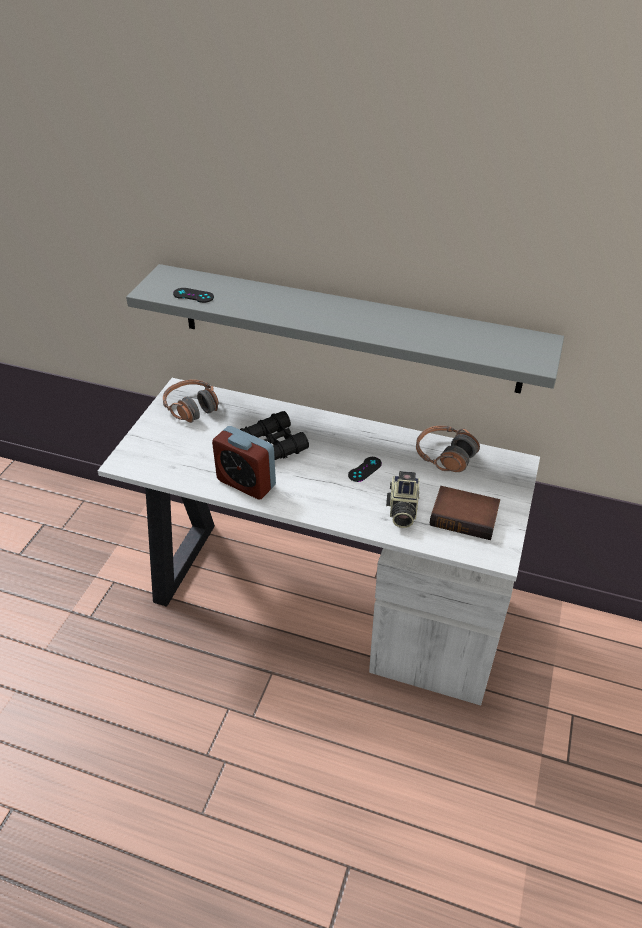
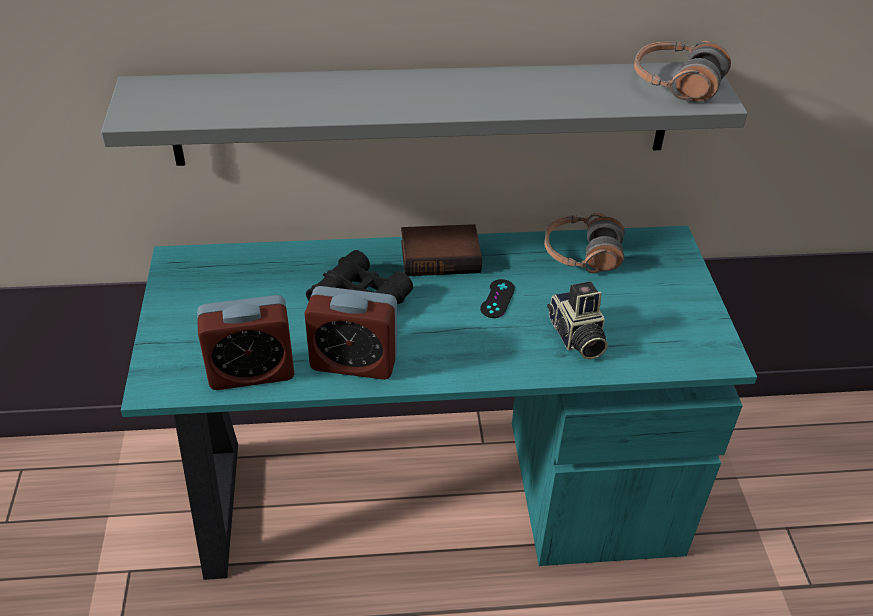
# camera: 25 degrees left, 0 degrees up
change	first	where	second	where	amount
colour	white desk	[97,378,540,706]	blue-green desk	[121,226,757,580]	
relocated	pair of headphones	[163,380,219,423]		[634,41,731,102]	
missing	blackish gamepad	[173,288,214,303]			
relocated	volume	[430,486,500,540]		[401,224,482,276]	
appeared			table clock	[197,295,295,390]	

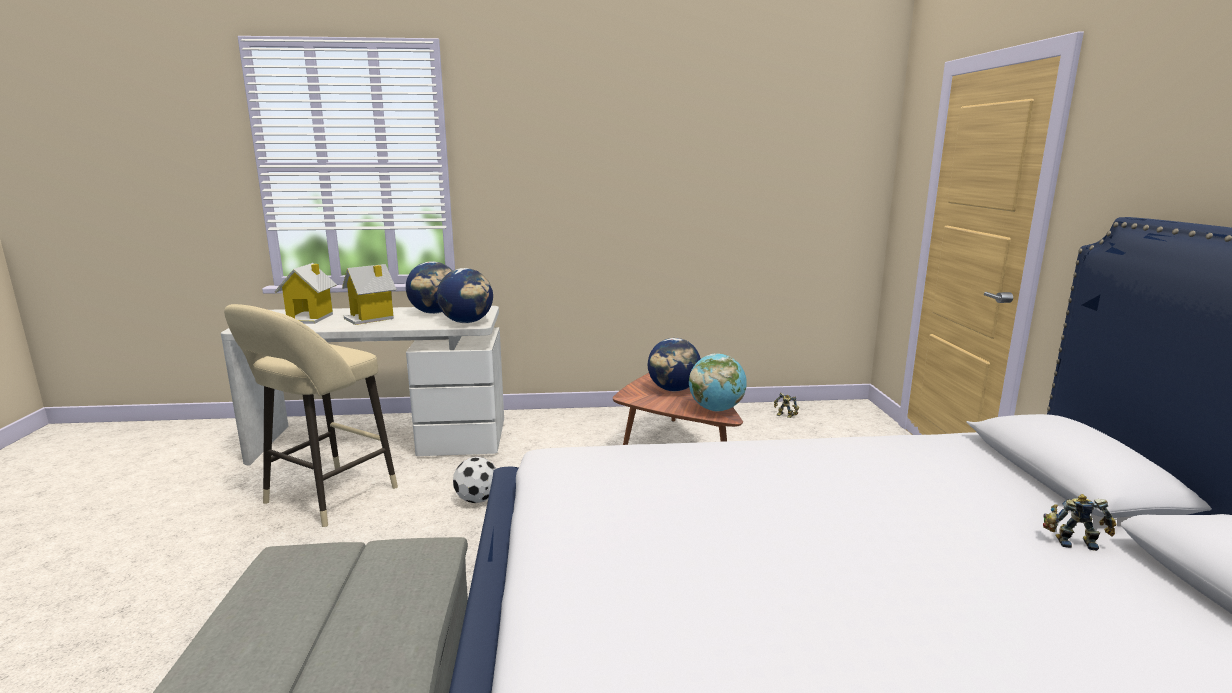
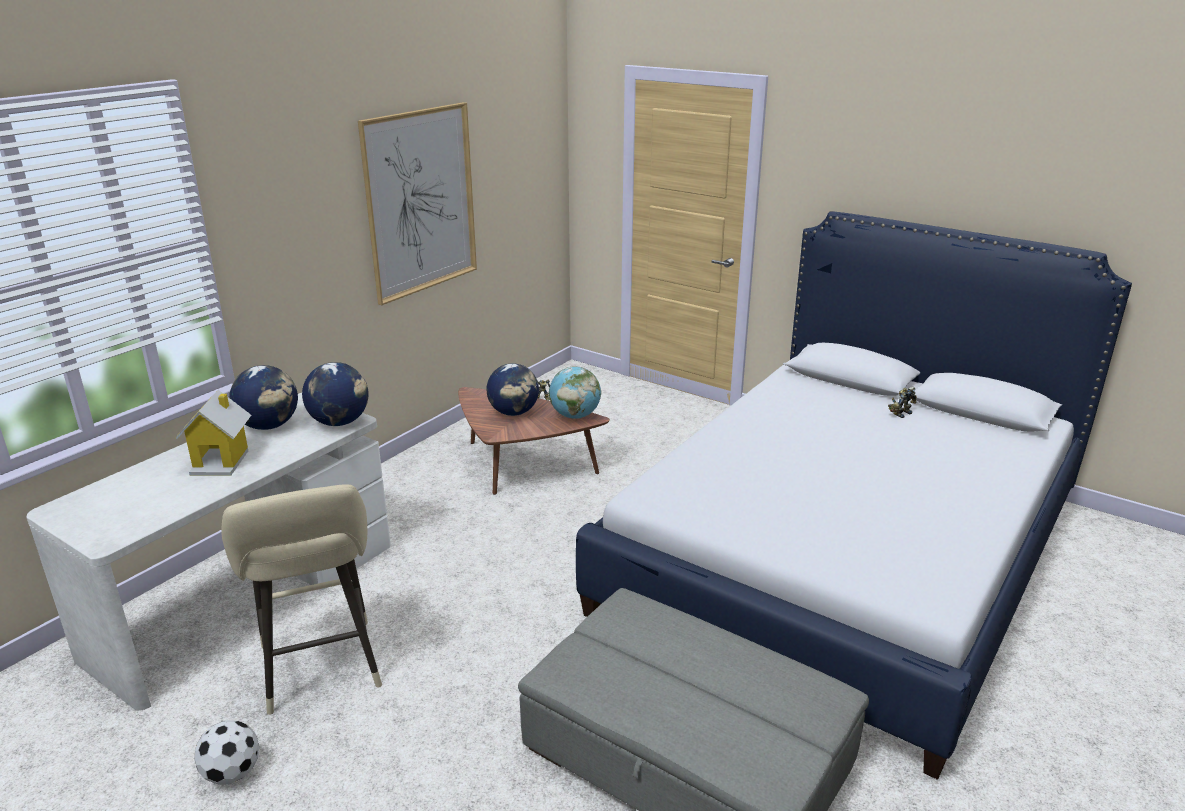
# camera: 50 degrees left, 10 degrees up
change	first	where	second	where	amount
missing	toy house	[274,263,337,324]			
relocated	football	[453,457,496,503]		[194,720,259,785]	
appeared			picture	[358,102,477,305]	

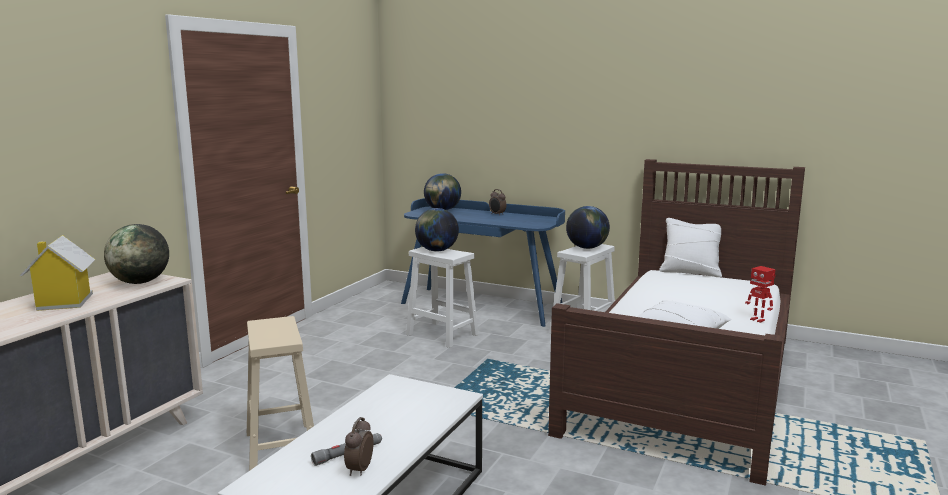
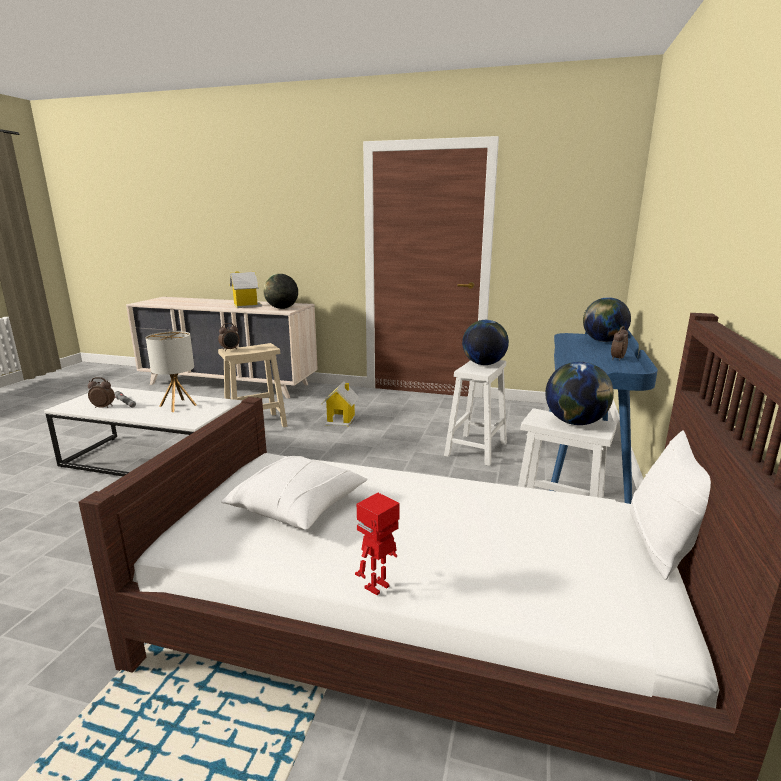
# camera: 80 degrees right, 5 degrees up
change	first	where	second	where	amount
appeared			table lamp	[146,331,196,412]	
appeared			table clock	[218,323,240,351]	
appeared			toy house	[321,381,359,427]	

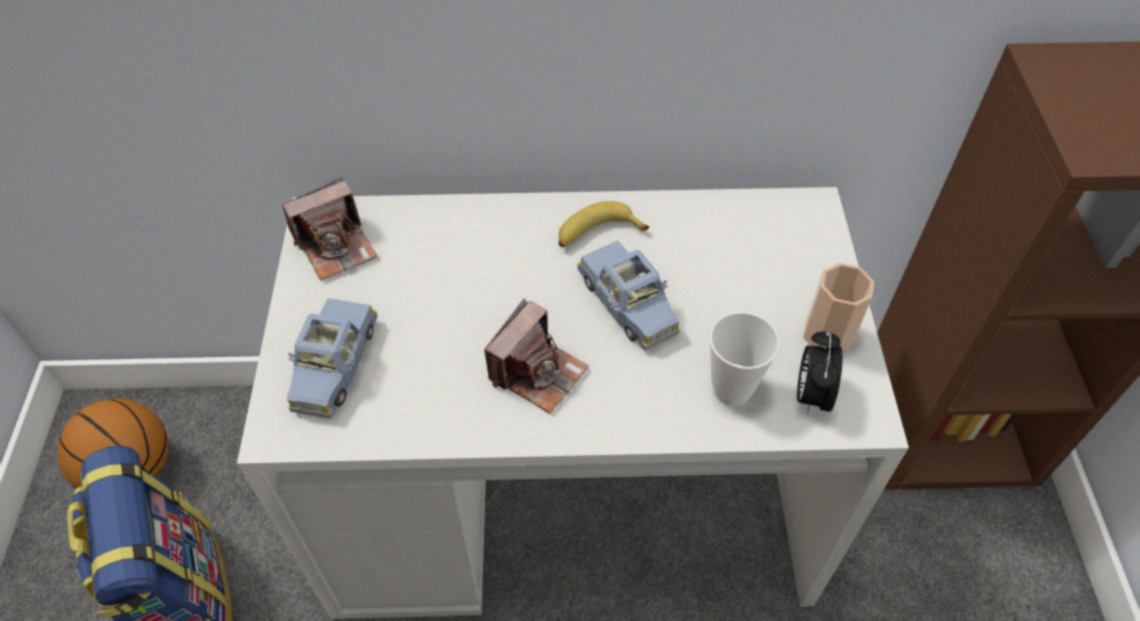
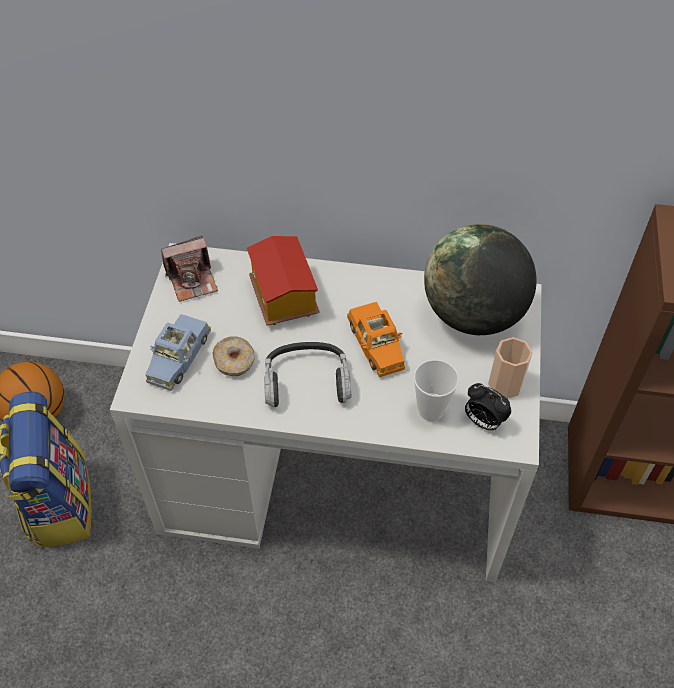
# camera: 10 degrees right, 0 degrees up
change	first	where	second	where	amount
exchanged	photo camera	[484,298,589,414]	pair of headphones	[264,342,351,407]	
missing	whole banana	[559,201,649,247]			
colour	blue-coloured miniature car	[577,241,679,351]	orange-coloured miniature car	[347,302,405,377]	
spun	table clock	[797,331,843,414]		[465,383,511,431]	75 degrees counterclockwise
appeared			donut	[213,336,255,376]	
appeared			toy house	[247,236,319,326]	
appeared			world globe	[424,224,537,335]	

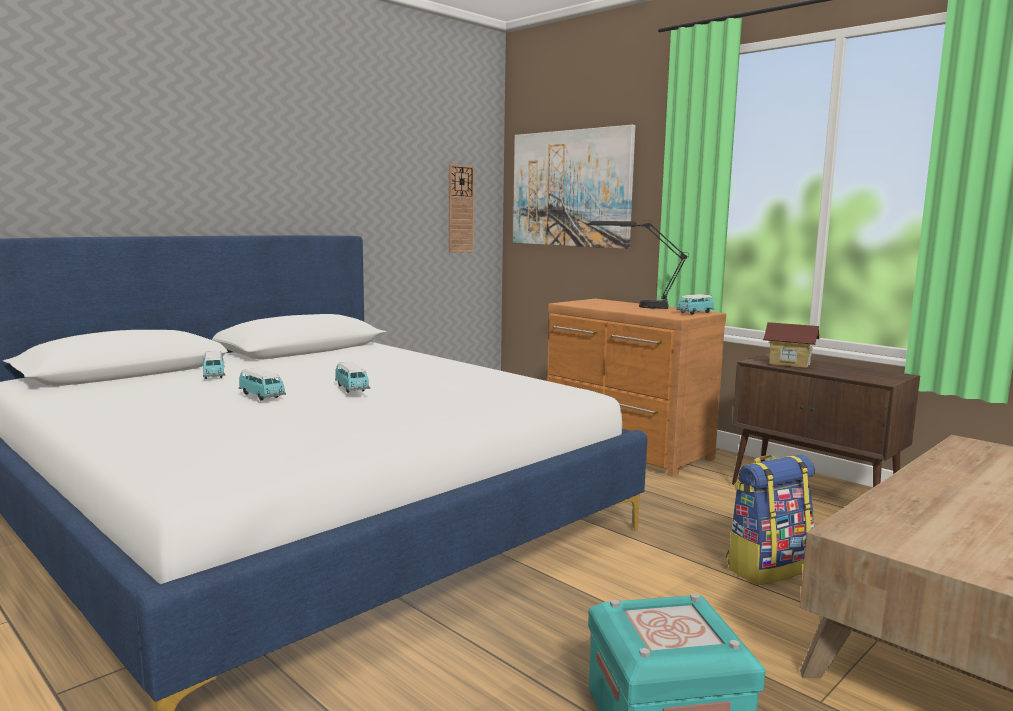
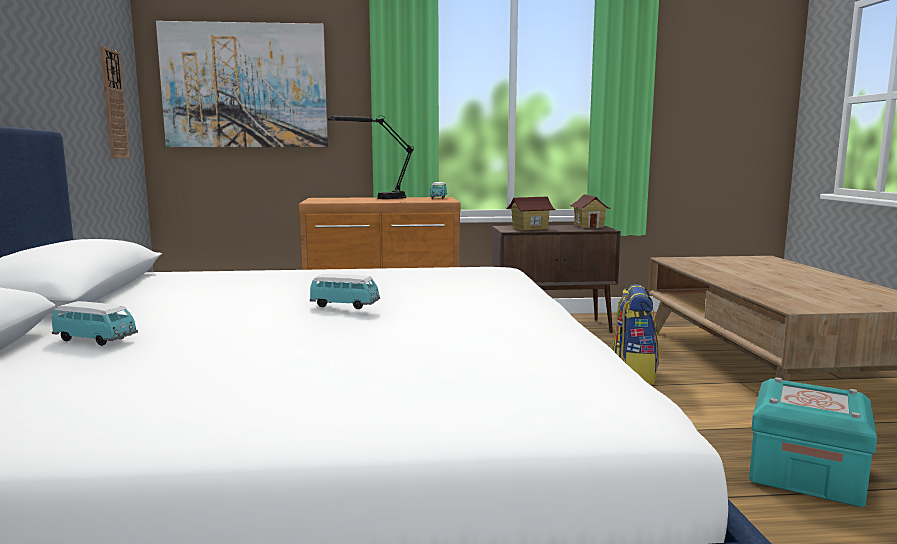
# camera: 50 degrees left, 0 degrees up
change	first	where	second	where	amount
missing	miniature car	[239,368,286,401]			
appeared			toy house	[569,194,611,228]	

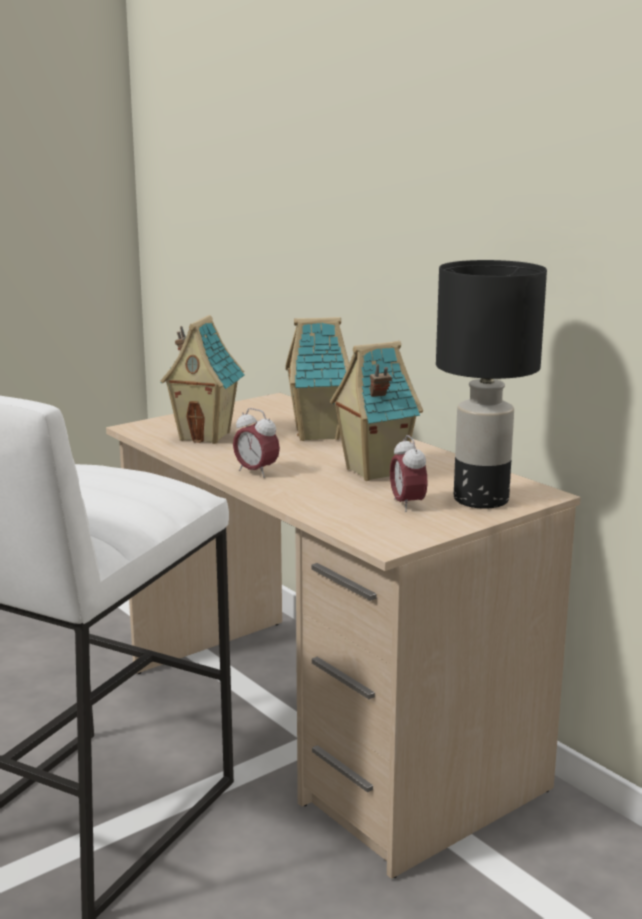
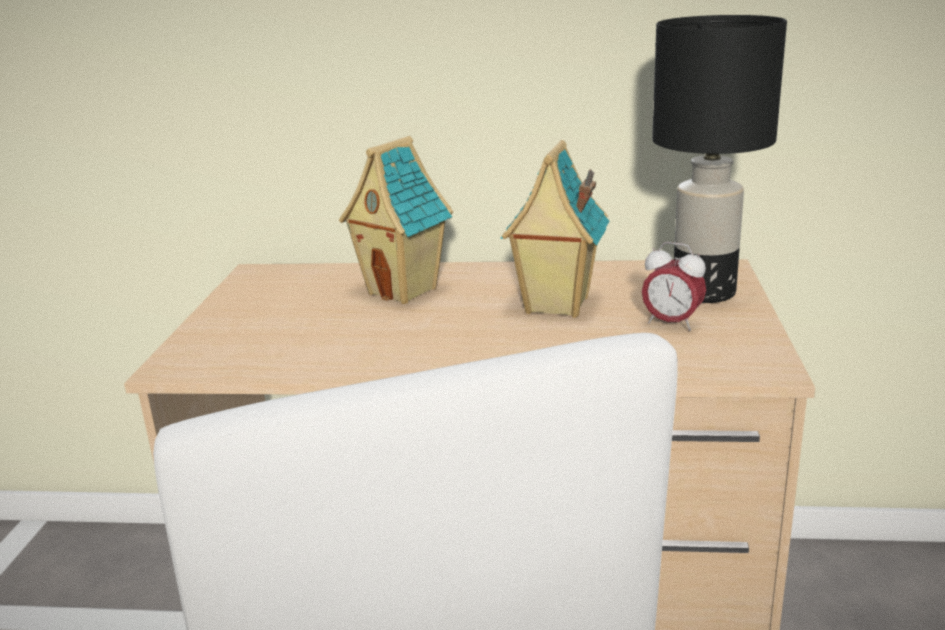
# camera: 45 degrees left, 5 degrees up
change	first	where	second	where	amount
missing	toy house	[160,315,245,444]			
missing	table clock	[233,408,280,478]			

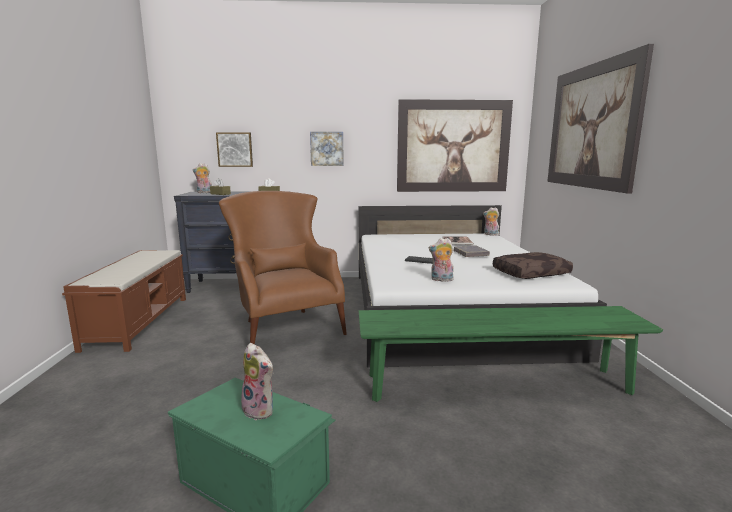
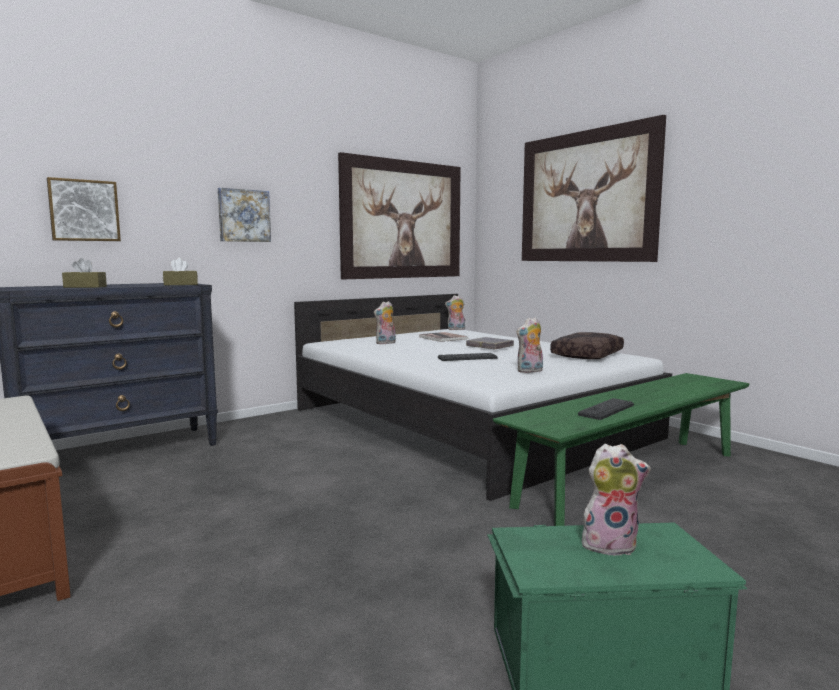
# camera: 35 degrees left, 5 degrees down
change	first	where	second	where	amount
relocated	cuddly toy	[193,163,212,193]		[374,301,396,344]	
missing	brown lounge chair	[219,191,347,345]			
appeared			PC keyboard	[578,398,634,420]	

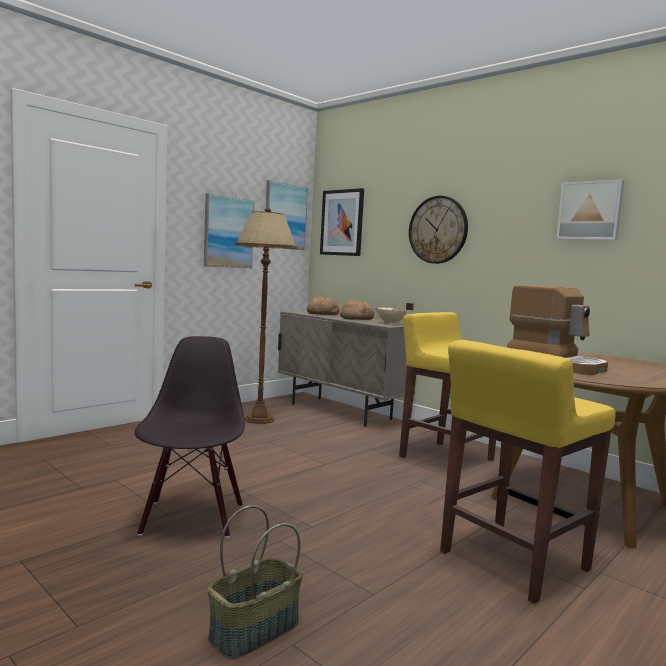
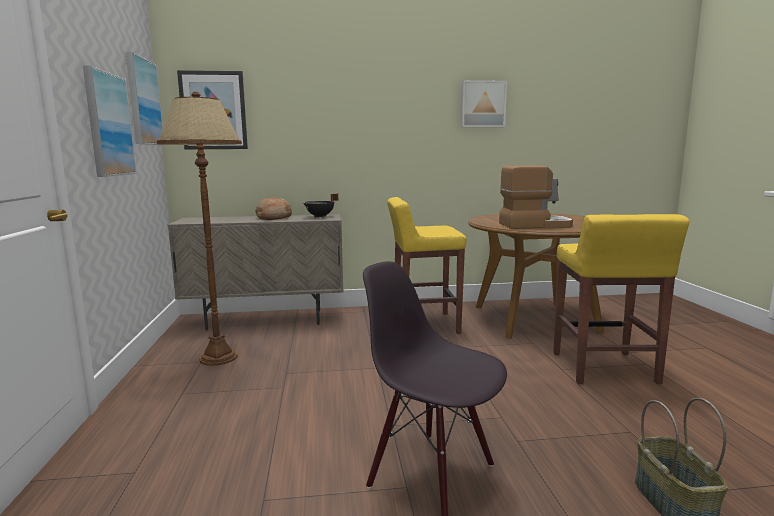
# camera: 50 degrees left, 5 degrees up
change	first	where	second	where	amount
missing	bakery bread	[307,296,340,315]			
colour	sand-coloured stockpot	[374,303,414,324]	blackish stockpot	[303,193,338,218]	
missing	hanging clock	[409,196,468,264]			

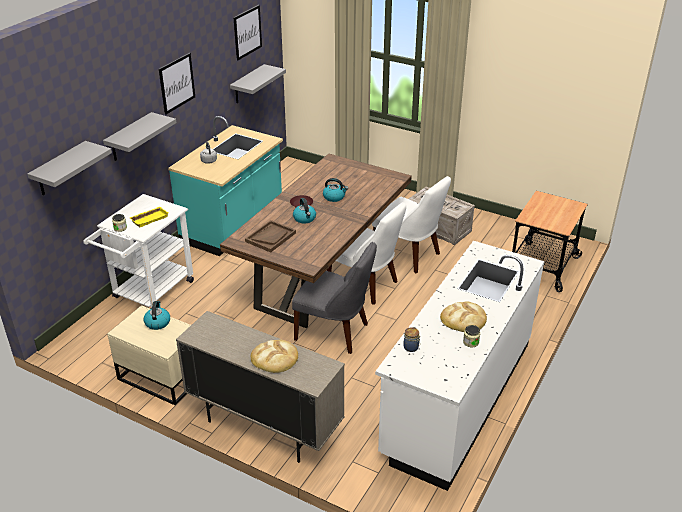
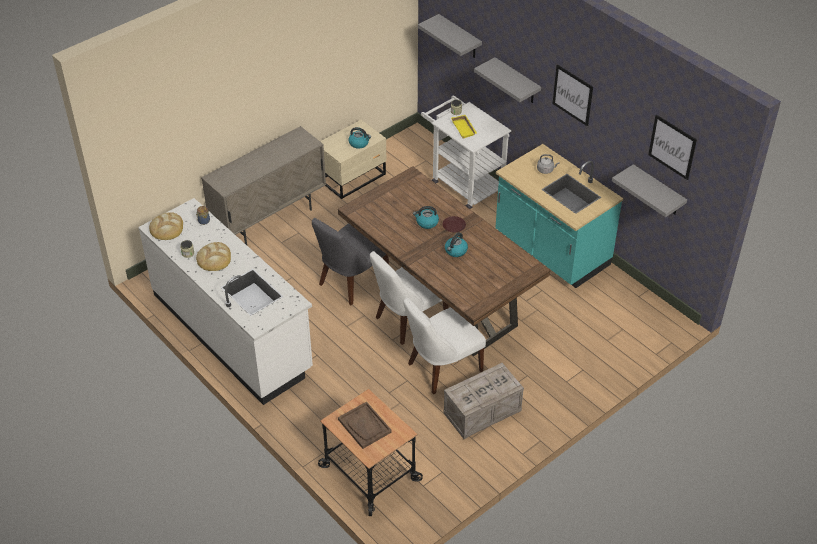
# camera: 110 degrees right, 10 degrees up
change	first	where	second	where	amount
relocated	brown serving tray	[245,220,296,252]		[338,402,392,449]	
relocated	bakery bread	[251,340,298,373]		[149,212,183,240]	

